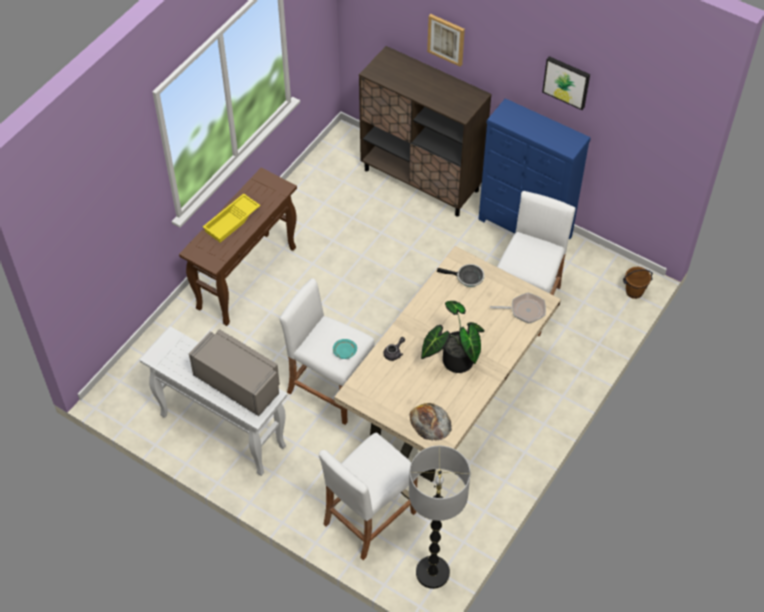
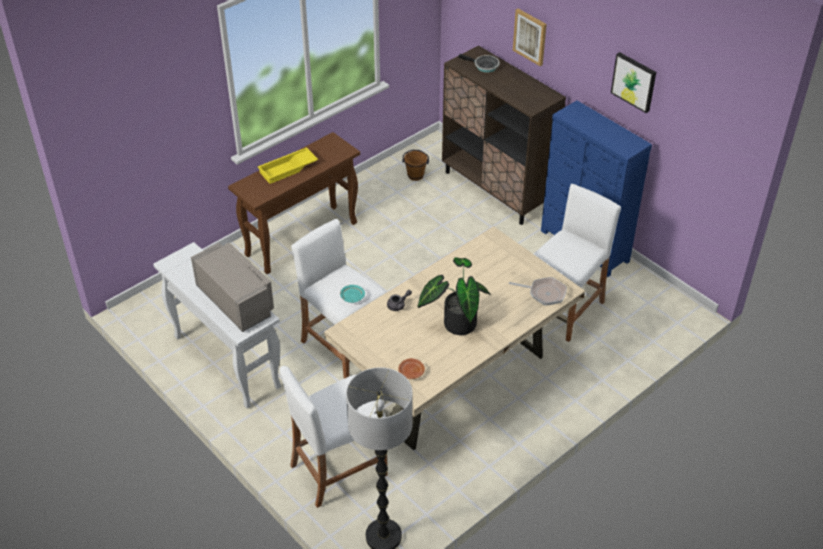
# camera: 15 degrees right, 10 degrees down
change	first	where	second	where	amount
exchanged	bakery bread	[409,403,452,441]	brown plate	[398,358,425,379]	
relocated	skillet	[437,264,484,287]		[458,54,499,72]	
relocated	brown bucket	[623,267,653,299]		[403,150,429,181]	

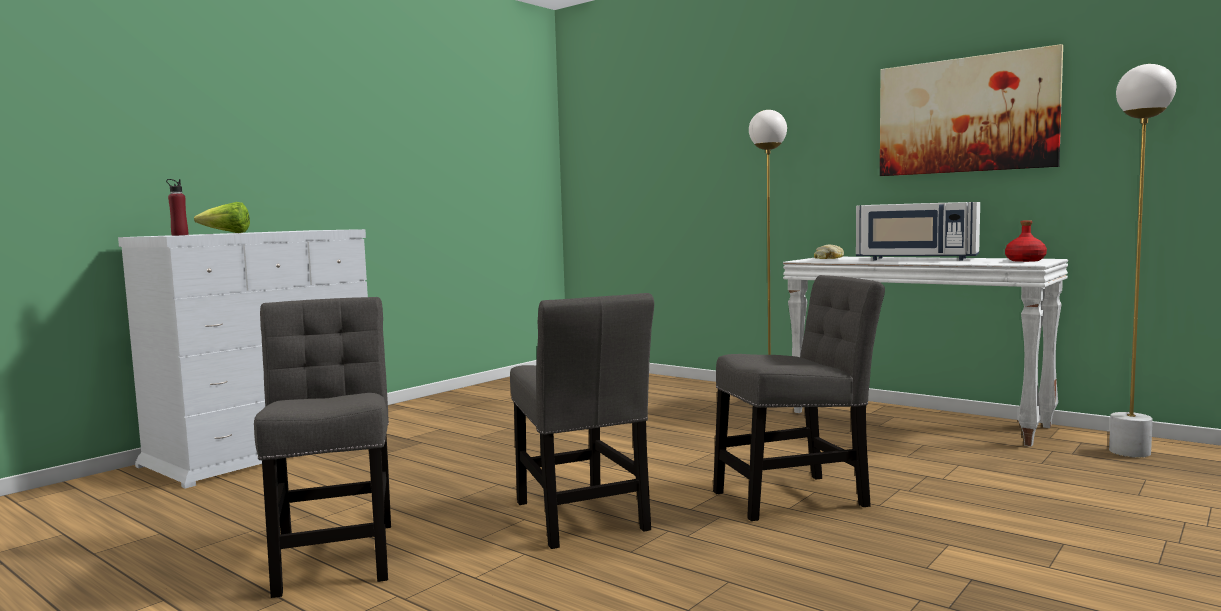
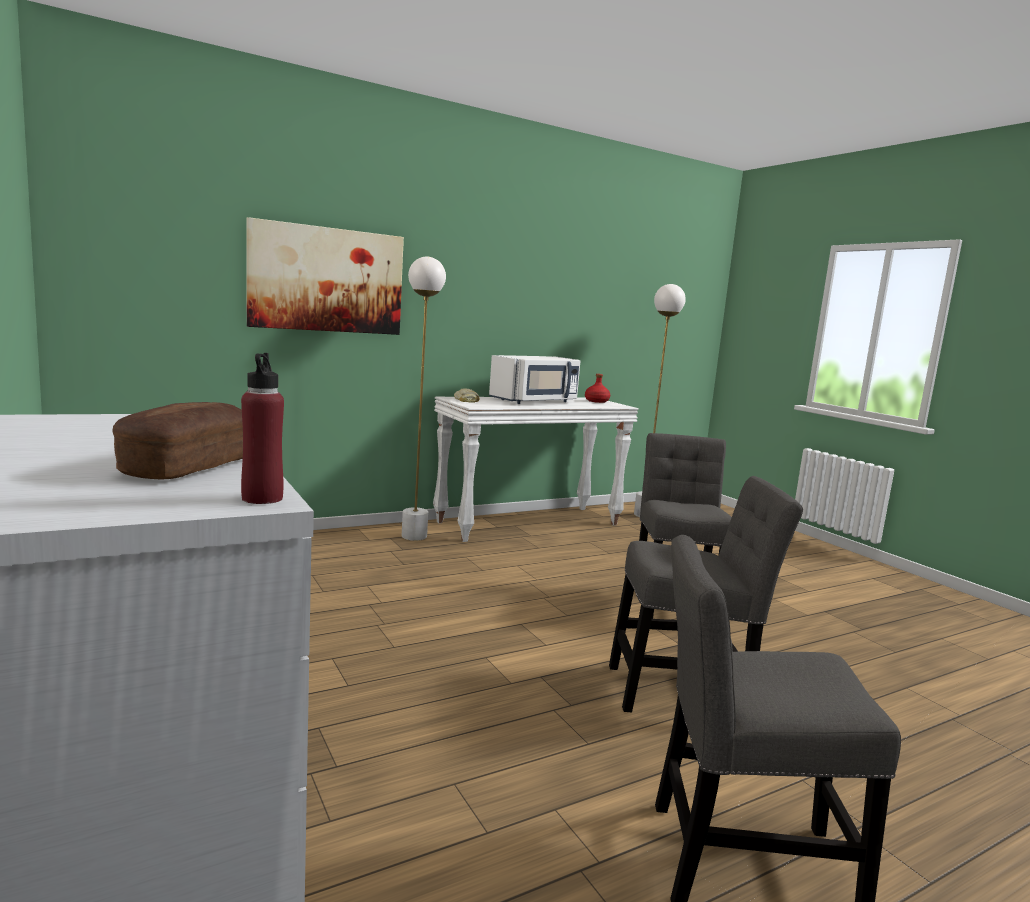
# camera: 70 degrees left, 5 degrees up
change	first	where	second	where	amount
exchanged	head of lettuce	[194,202,250,233]	bakery bread	[112,402,243,479]	
relocated	picture	[880,44,1063,176]		[247,217,404,335]	

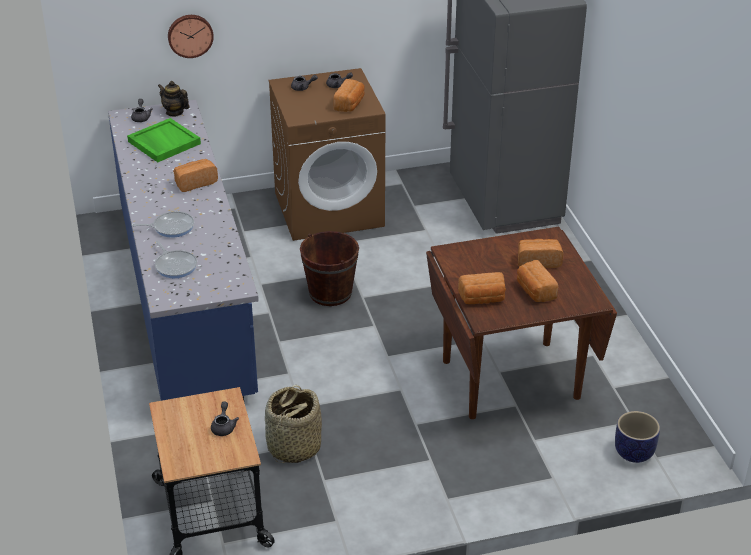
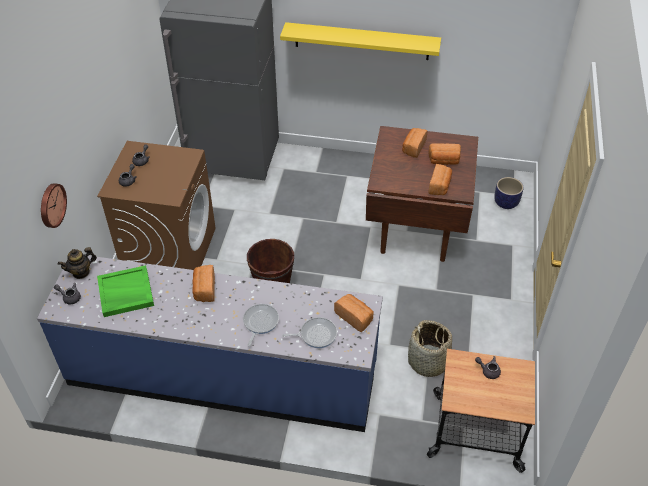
# camera: 65 degrees left, 10 degrees up
change	first	where	second	where	amount
relocated	bakery bread	[333,79,365,112]		[334,294,374,332]	
appeared			yellow wall shelf	[280,22,441,60]	

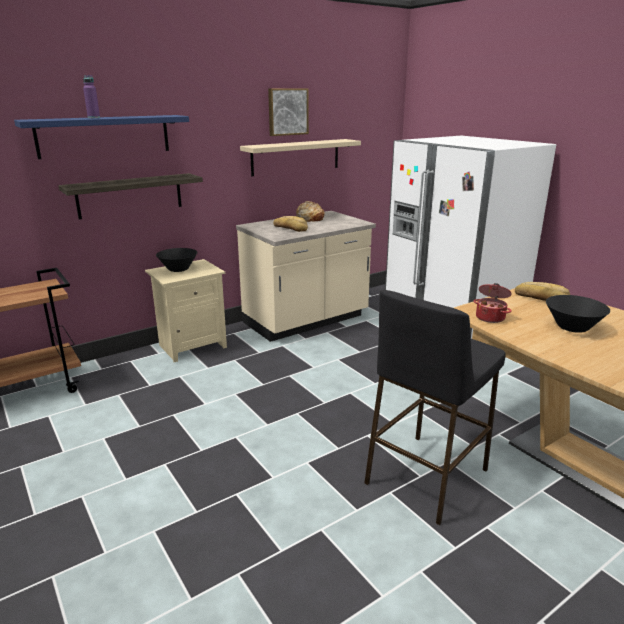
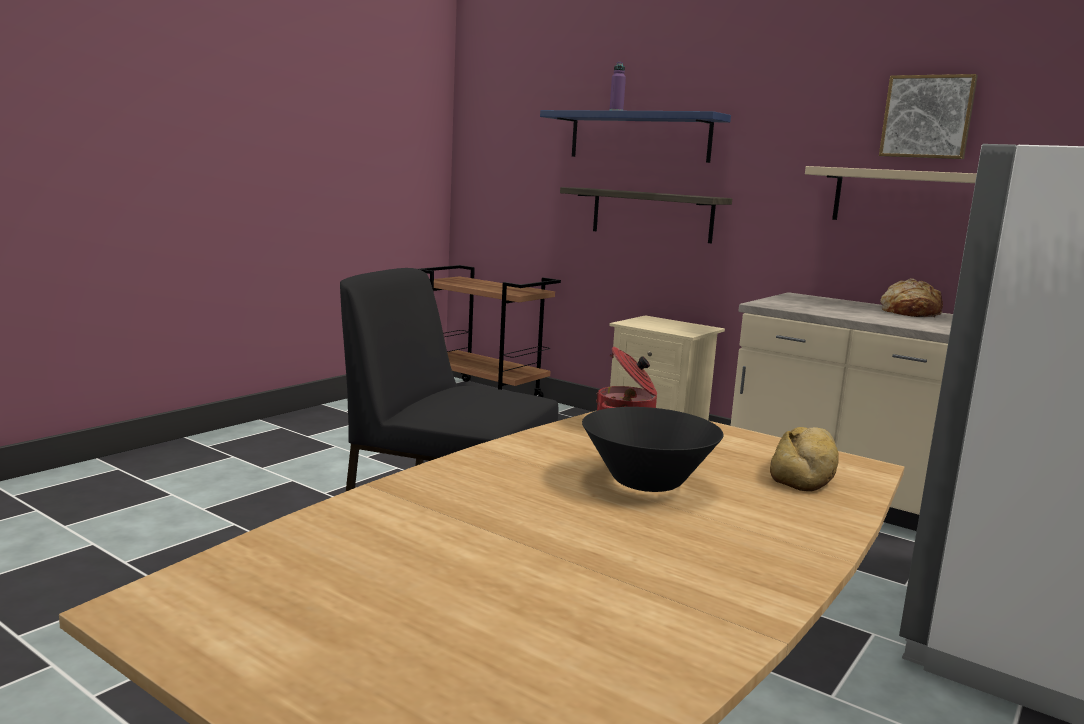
# camera: 70 degrees right, 10 degrees down
change	first	where	second	where	amount
missing	blackish serving bowl	[156,248,197,272]			
missing	bakery bread	[273,216,308,232]			

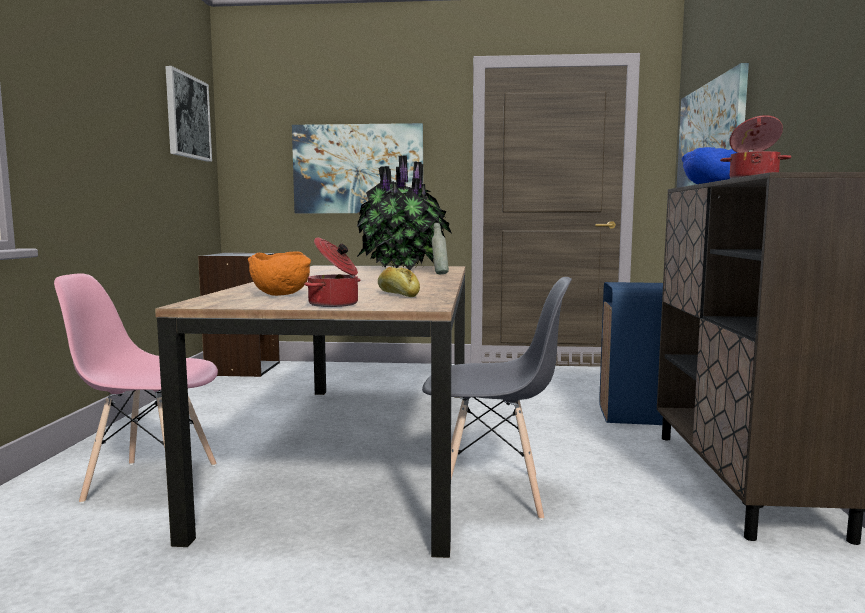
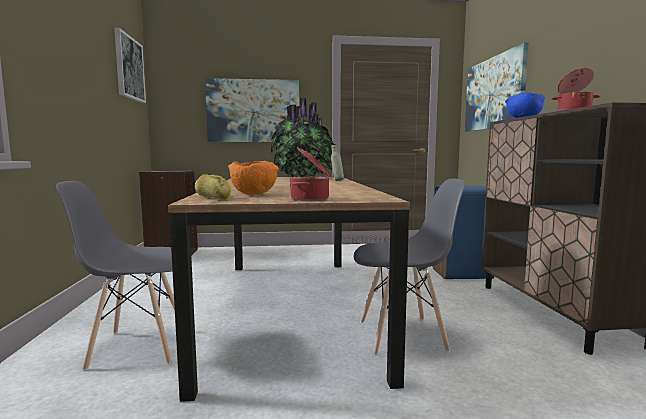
# camera: 10 degrees left, 0 degrees up
change	first	where	second	where	amount
colour	pink-coloured upright chair	[54,273,218,504]	grey upright chair	[57,181,175,371]	
relocated	bakery bread	[378,267,420,297]		[195,174,231,200]	

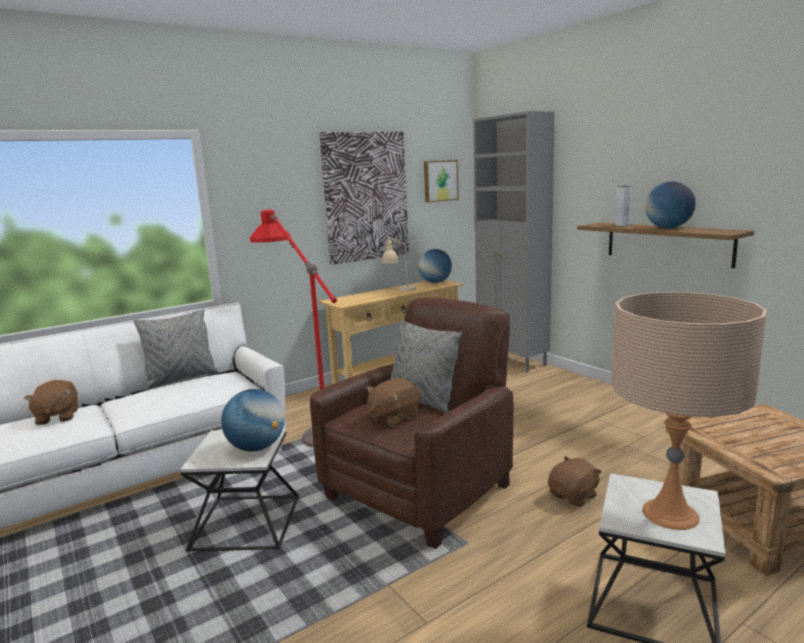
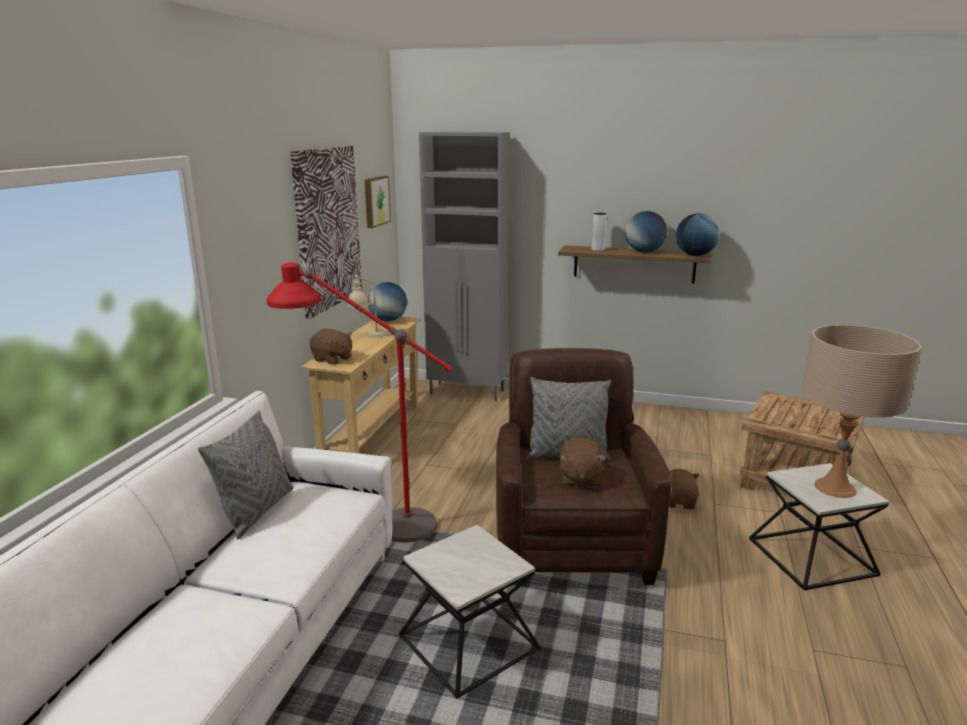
# camera: 40 degrees left, 5 degrees up
change	first	where	second	where	amount
relocated	brown cuddly toy	[24,380,78,425]		[310,329,352,365]	
relocated	world globe	[221,389,285,452]		[676,213,719,256]	

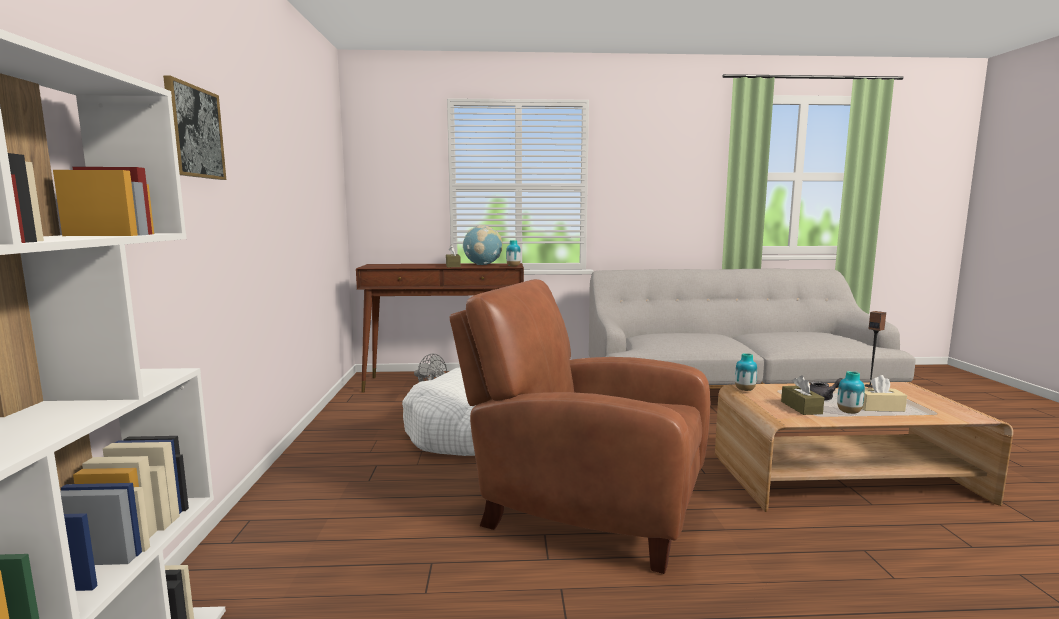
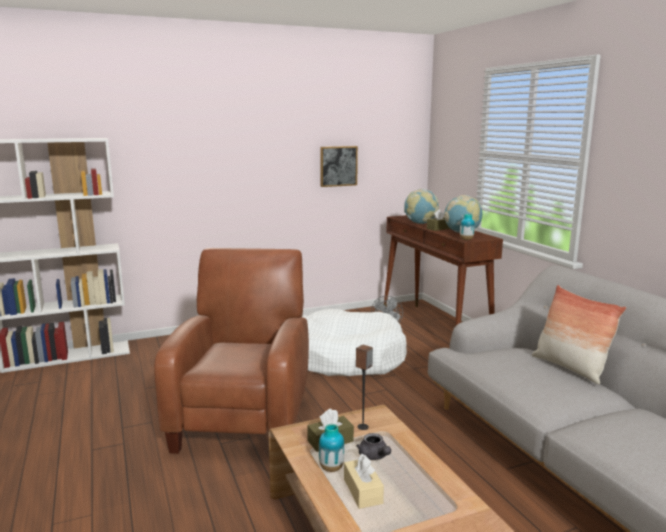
# camera: 70 degrees right, 5 degrees up
change	first	where	second	where	amount
relocated	picture	[163,75,226,180]		[320,146,358,187]	
missing	vase	[735,353,757,391]			
relocated	audio speaker	[864,311,886,388]		[356,344,373,430]	
appeared			world globe	[404,189,439,224]	
appeared			throw pillow	[532,285,626,384]	

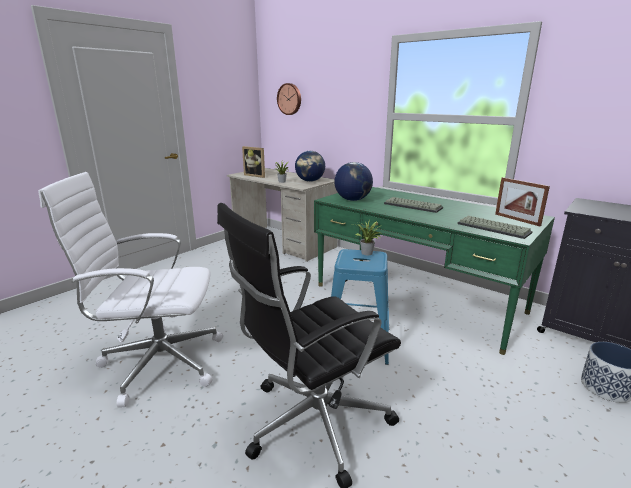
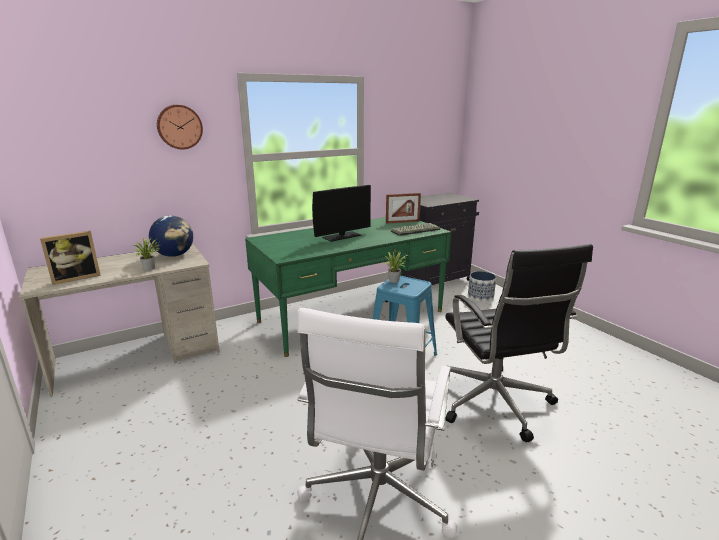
# camera: 70 degrees left, 0 degrees up
change	first	where	second	where	amount
relocated	hanging clock	[277,83,301,115]		[157,105,203,149]	
missing	world globe	[334,162,373,201]			
exchanged	PC keyboard	[384,197,443,213]	computer display	[312,185,371,242]	

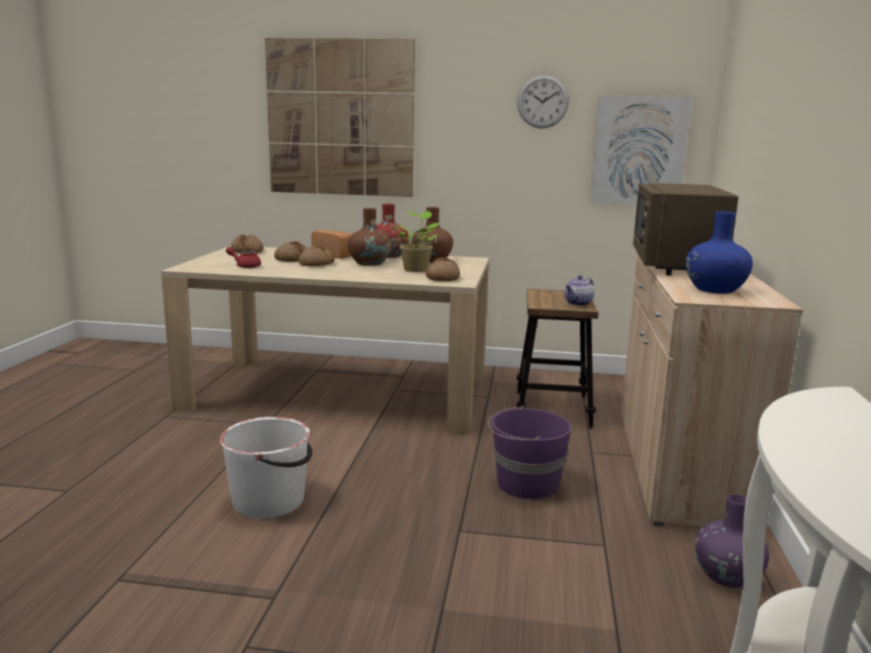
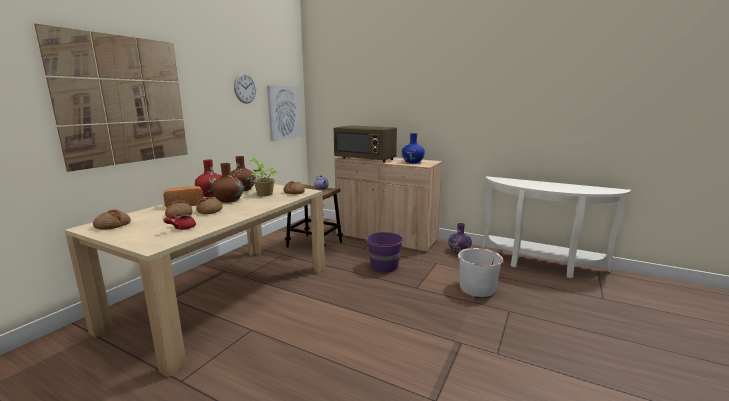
# camera: 70 degrees left, 0 degrees up
change	first	where	second	where	amount
relocated	white bucket	[220,417,312,518]		[456,248,504,297]	

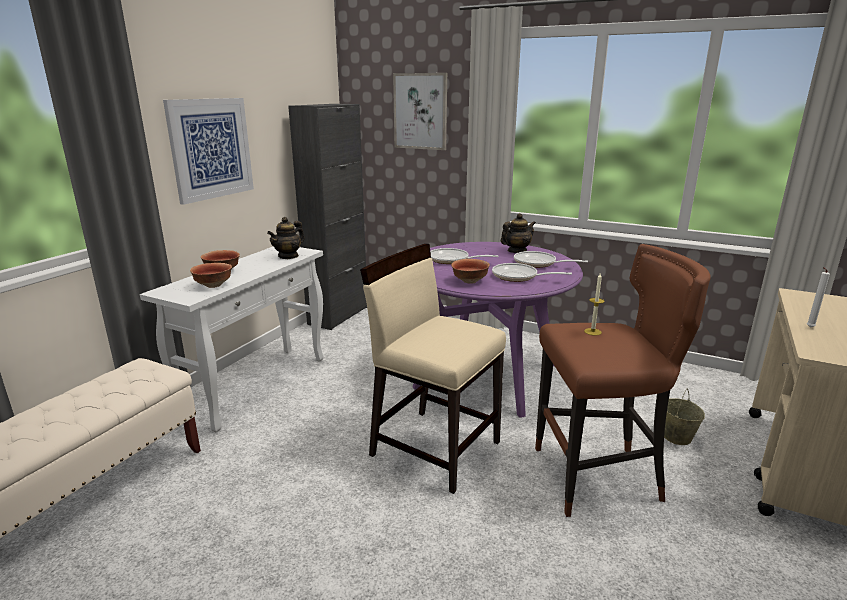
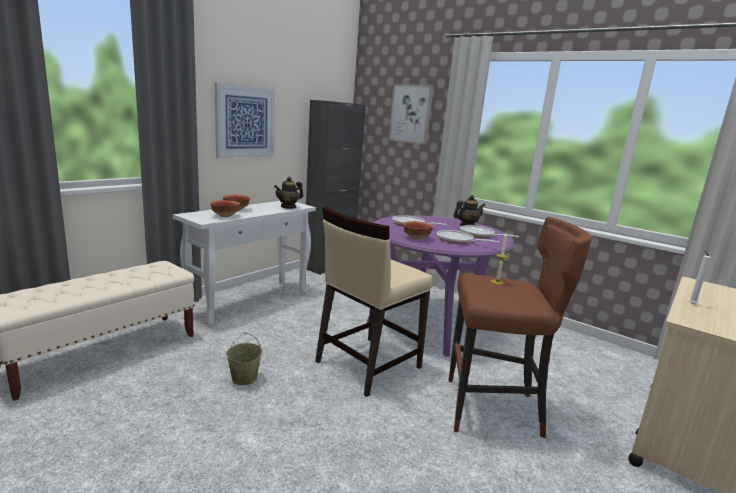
# camera: 10 degrees right, 5 degrees down
change	first	where	second	where	amount
spun	sand-coloured upright chair	[360,244,506,494]		[315,207,432,397]	90 degrees counterclockwise
relocated	sand-coloured bucket	[664,388,705,445]		[226,333,262,386]	

